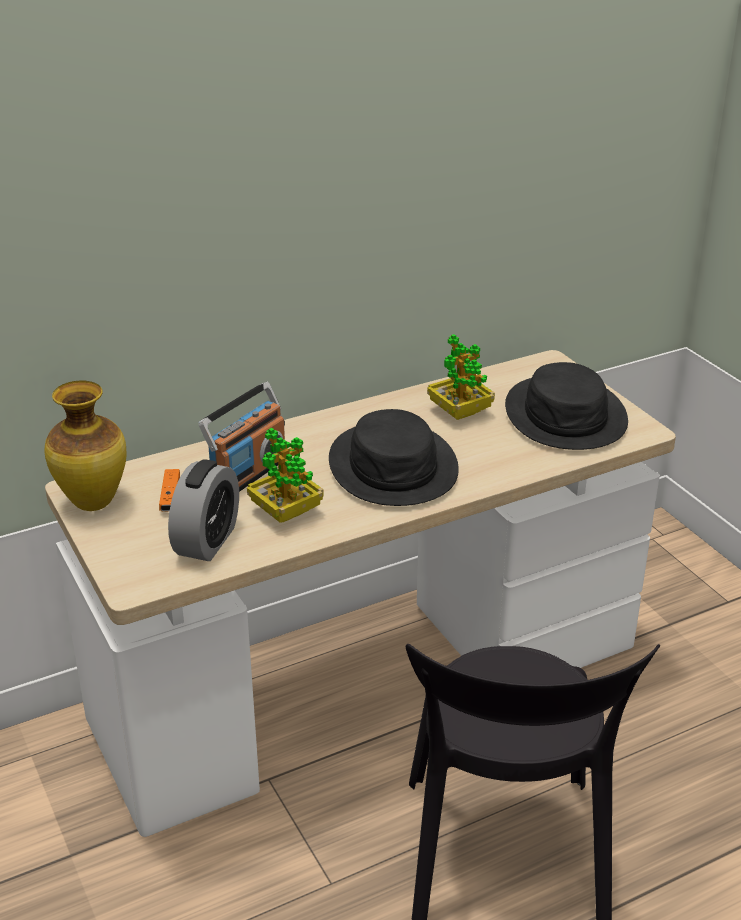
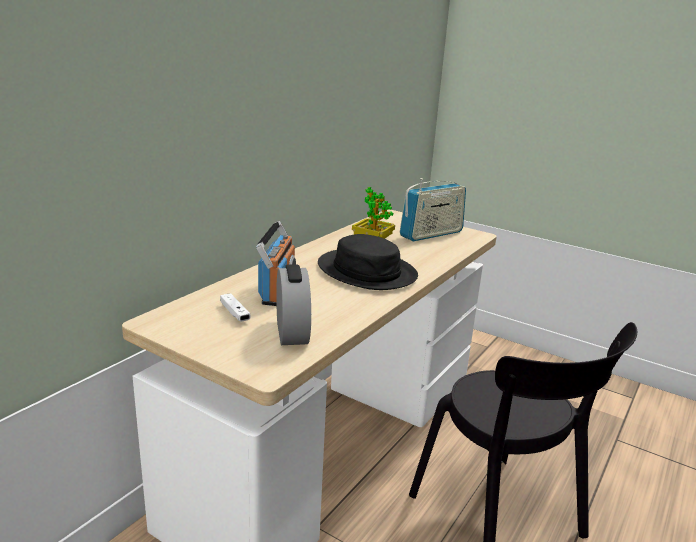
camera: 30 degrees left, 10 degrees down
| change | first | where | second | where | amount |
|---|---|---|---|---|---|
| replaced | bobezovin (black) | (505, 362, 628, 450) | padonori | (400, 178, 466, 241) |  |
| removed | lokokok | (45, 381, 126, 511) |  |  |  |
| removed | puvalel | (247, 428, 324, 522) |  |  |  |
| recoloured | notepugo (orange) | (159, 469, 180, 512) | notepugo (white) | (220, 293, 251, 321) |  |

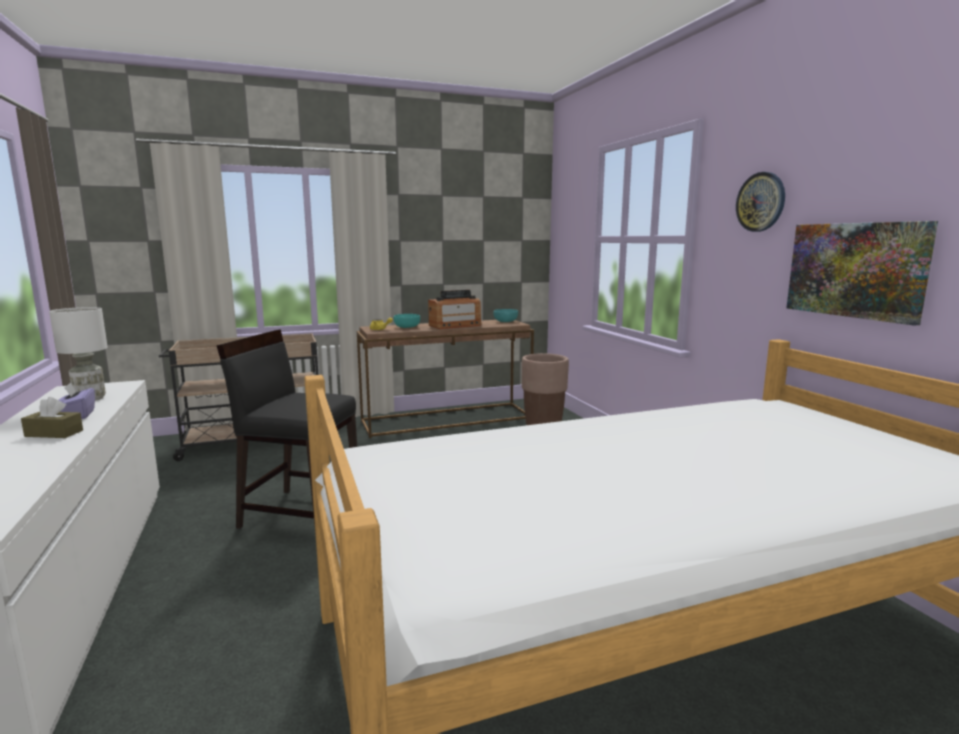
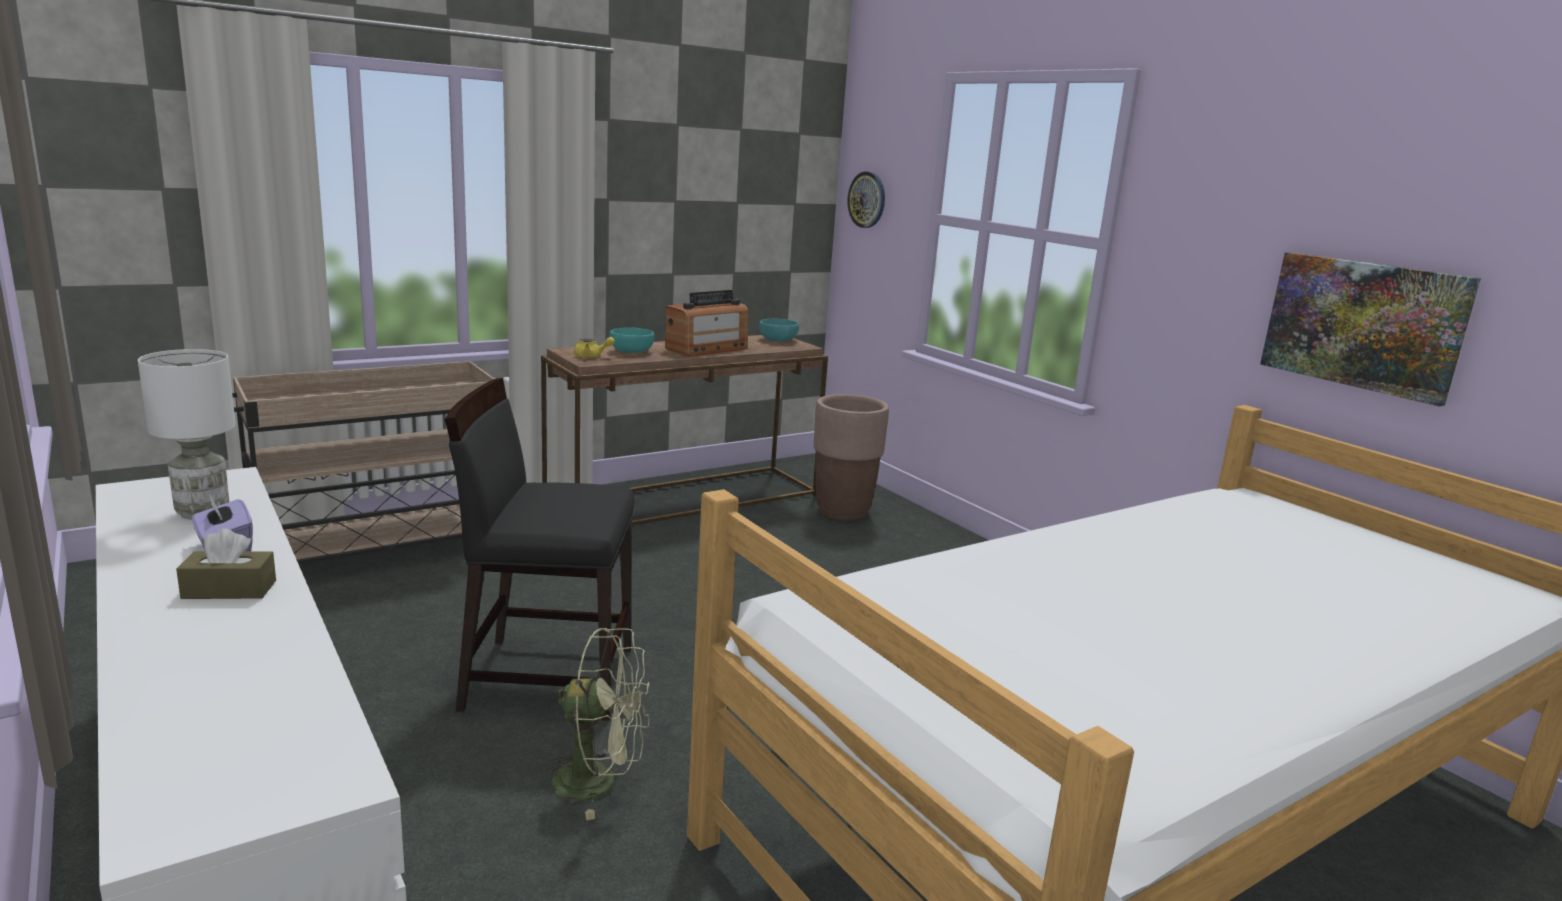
camera: 15 degrees left, 5 degrees up
| change | first | where | second | where | amount |
|---|---|---|---|---|---|
| moved | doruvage | (736, 172, 785, 232) |  | (847, 171, 885, 228) |  |
| added |  |  | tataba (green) | (541, 628, 650, 820) |  |

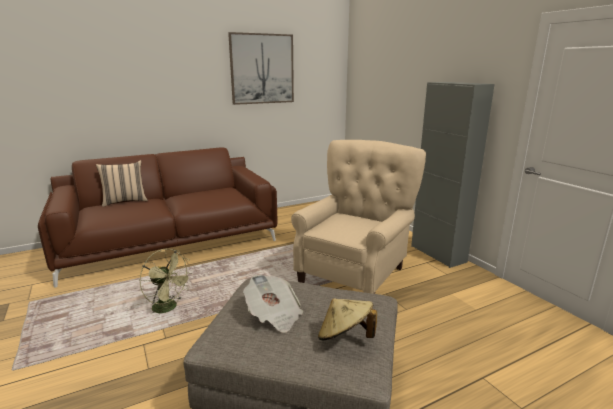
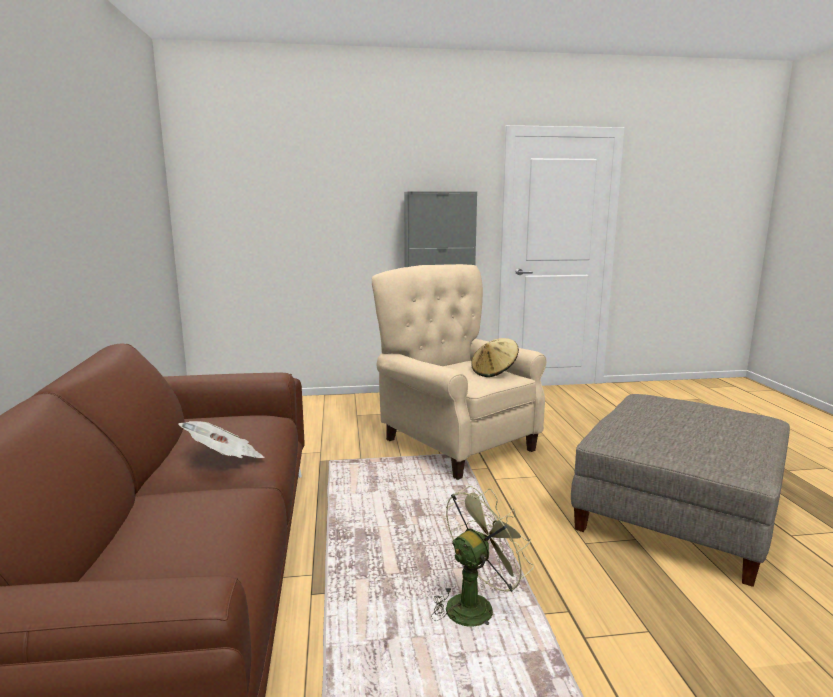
camera: 70 degrees left, 5 degrees down
| change | first | where | second | where | amount |
|---|---|---|---|---|---|
| removed | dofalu | (228, 32, 294, 105) |  |  |  |
| removed | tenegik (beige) | (96, 160, 148, 207) |  |  |  |
| moved | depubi | (243, 274, 303, 333) |  | (178, 421, 264, 458) |  |
| moved | bobezovin (beige) | (318, 298, 377, 341) |  | (471, 338, 519, 377) |  |

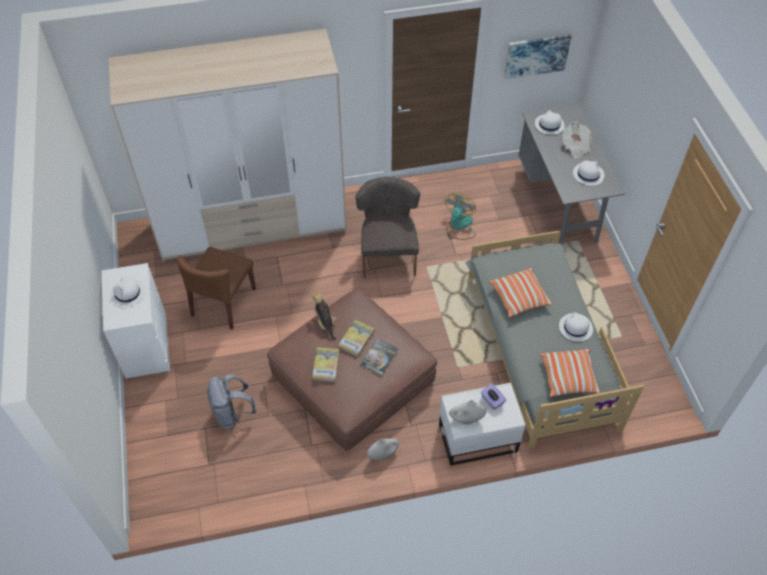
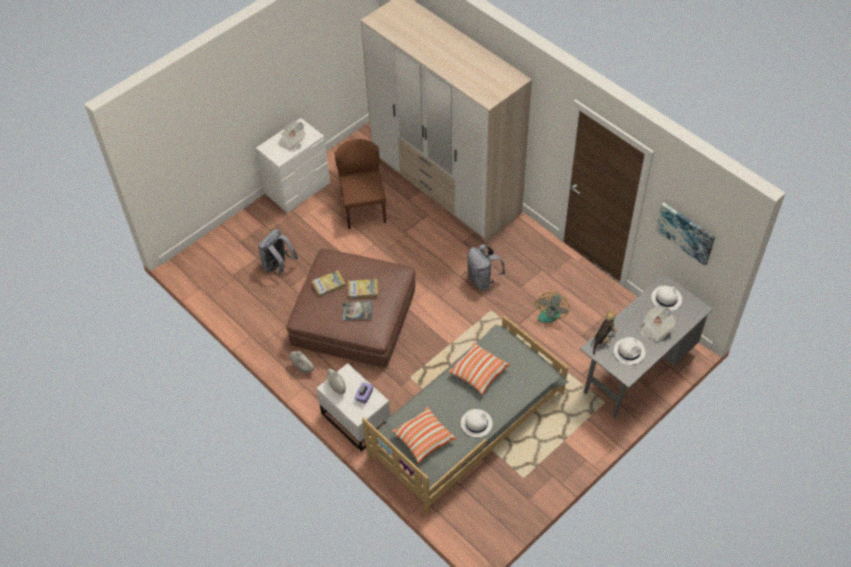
camera: 60 degrees right, 0 degrees up
| change | first | where | second | where | amount |
|---|---|---|---|---|---|
| replaced | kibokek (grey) | (355, 176, 420, 278) | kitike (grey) | (467, 244, 505, 290) |  |
| turned | tataba | (445, 193, 476, 240) |  | (535, 292, 569, 323) | 120 degrees clockwise |
| turned | kibokek (brown) | (177, 247, 256, 330) |  | (335, 139, 386, 229) | 90 degrees clockwise |
| replaced | bobezovin (white) | (110, 277, 145, 307) | depubi | (278, 121, 306, 151) |  |
| moved | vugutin | (312, 289, 337, 340) |  | (593, 311, 617, 354) |  |

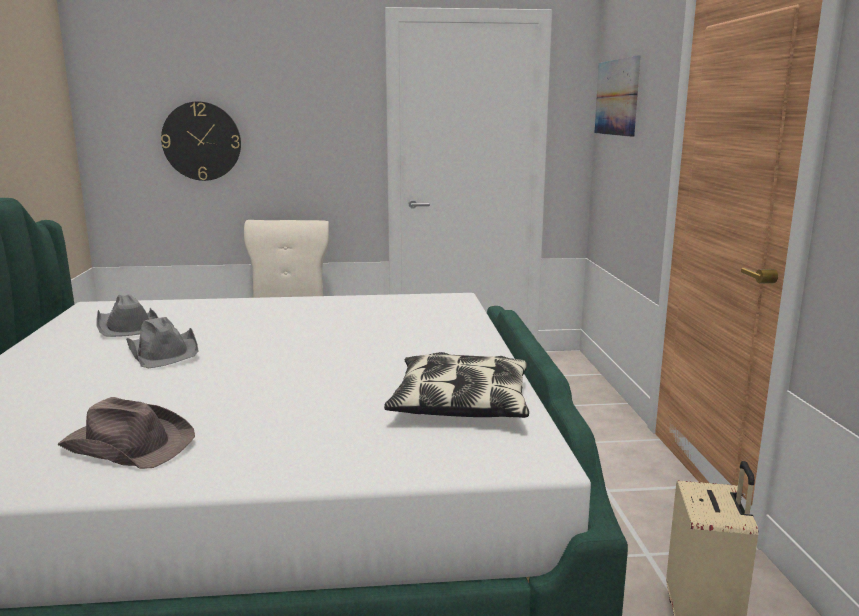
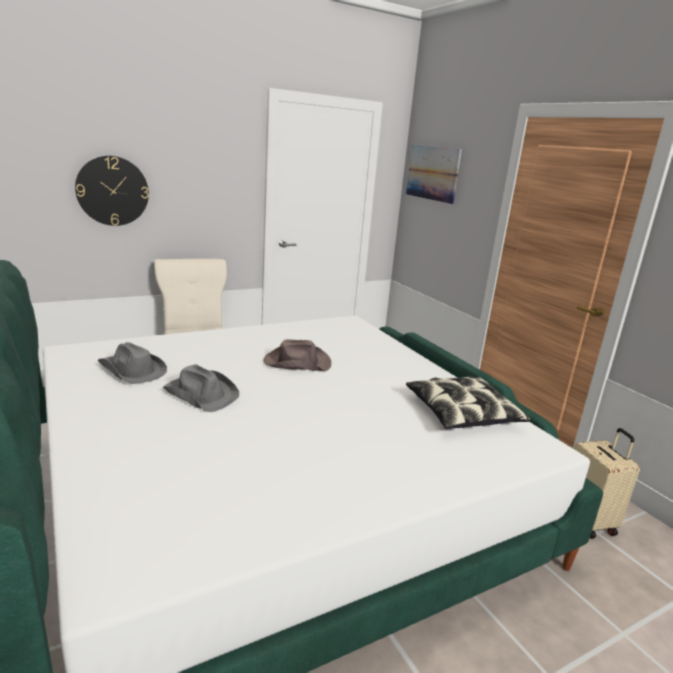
camera: 25 degrees left, 5 degrees up
| change | first | where | second | where | amount |
|---|---|---|---|---|---|
| moved | bobezovin (brown) | (57, 397, 195, 469) |  | (264, 339, 331, 371) |  |

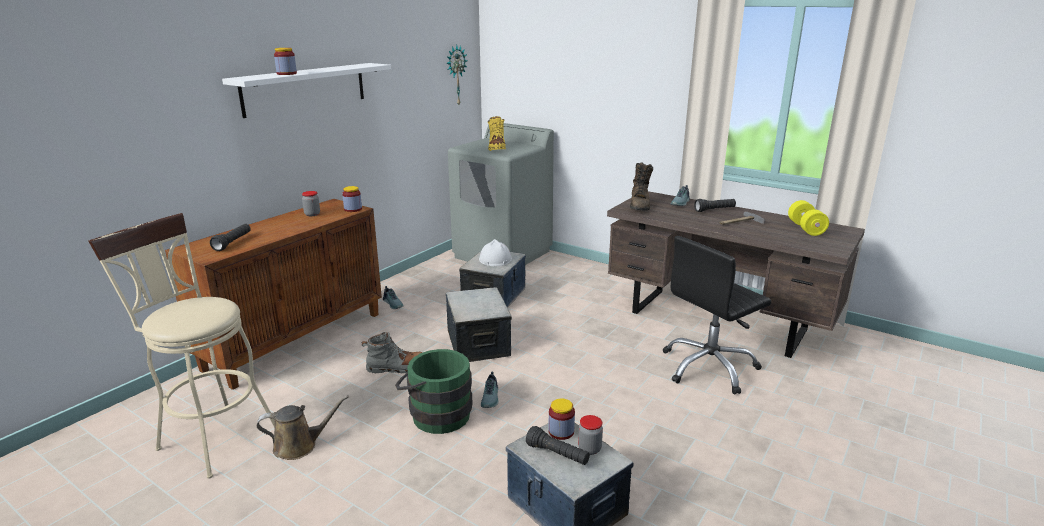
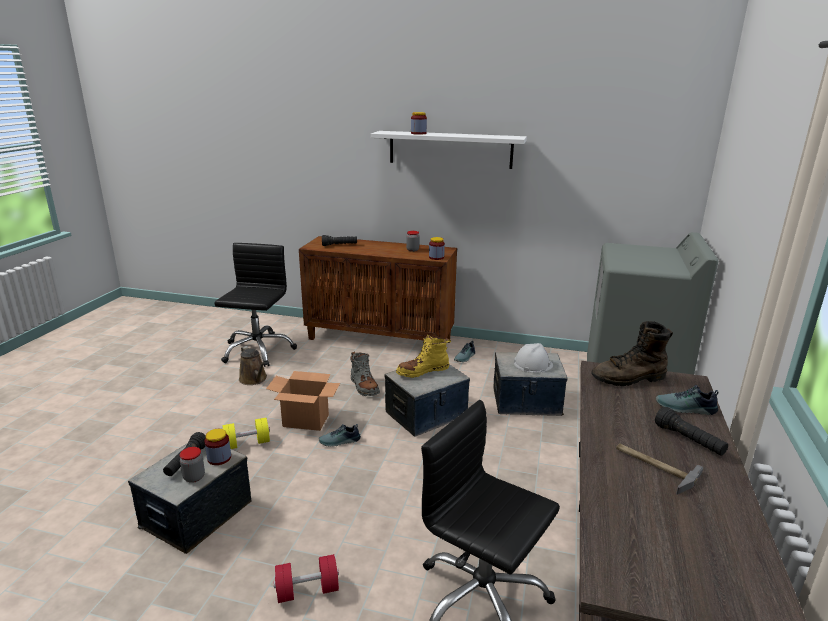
camera: 70 degrees right, 0 degrees up
| change | first | where | second | where | amount |
|---|---|---|---|---|---|
| removed | doruvage | (446, 45, 467, 105) |  |  |  |
| moved | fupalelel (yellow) | (488, 116, 506, 151) |  | (396, 335, 451, 378) |  |
| moved | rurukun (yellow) | (788, 200, 829, 236) |  | (223, 418, 270, 449) |  |
| replaced | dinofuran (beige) | (88, 213, 275, 479) | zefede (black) | (215, 243, 297, 367) |  |
| replaced | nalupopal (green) | (395, 349, 473, 434) | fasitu | (266, 371, 340, 431) |  |
| added |  |  | rurukun (red) | (273, 554, 339, 603) |  |

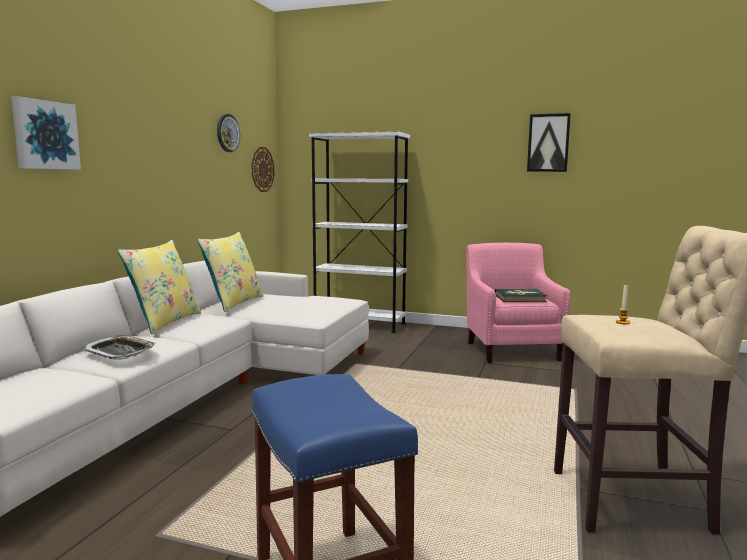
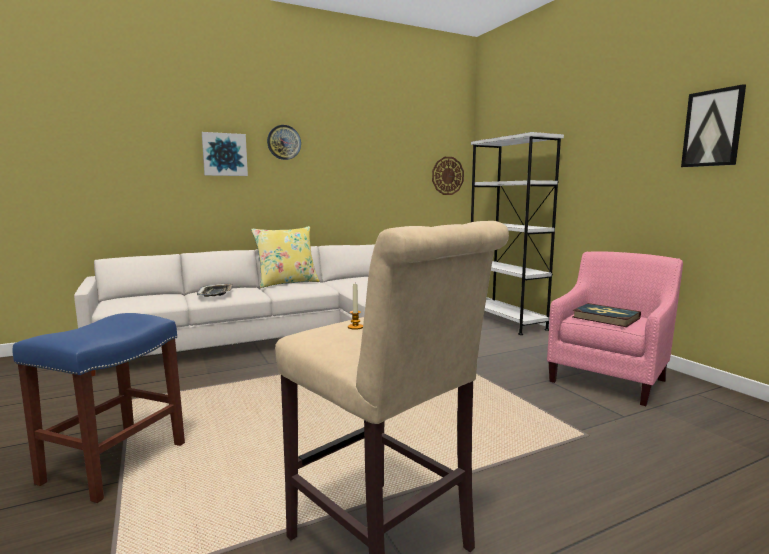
camera: 45 degrees right, 0 degrees up
| change | first | where | second | where | amount |
|---|---|---|---|---|---|
| moved | doruvage | (217, 114, 240, 152) |  | (267, 125, 301, 160) |  |
| removed | tenegik (yellow) | (197, 232, 263, 312) |  |  |  |

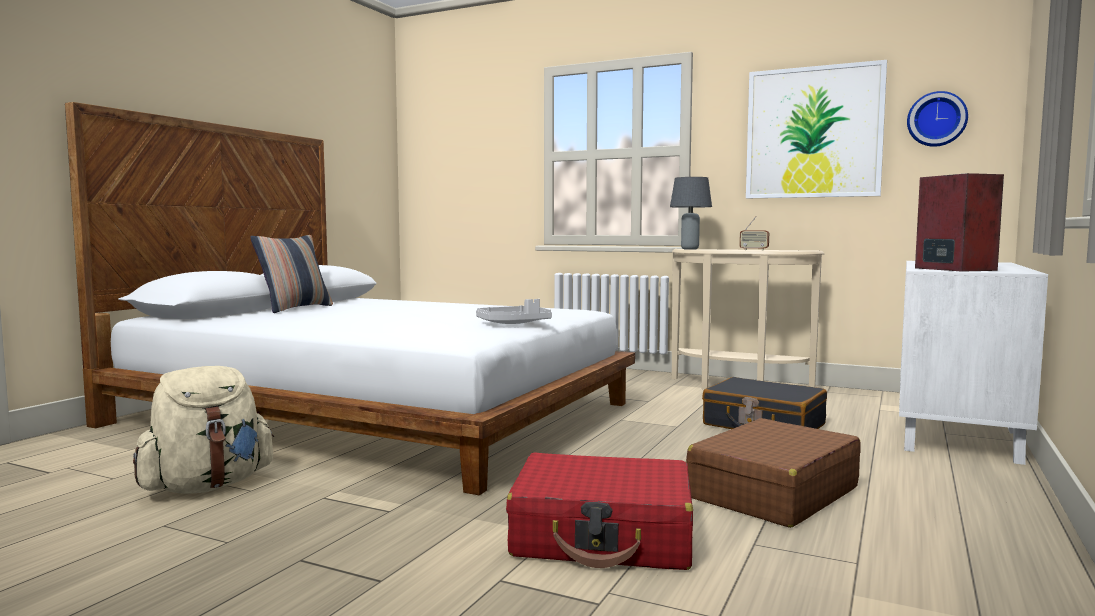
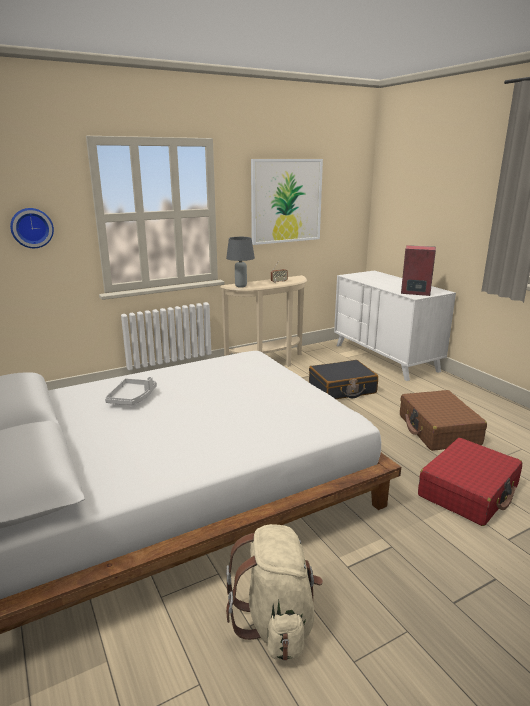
camera: 55 degrees left, 15 degrees up
| change | first | where | second | where | amount |
|---|---|---|---|---|---|
| moved | doruvage | (907, 91, 968, 147) |  | (10, 208, 54, 248) |  |
| removed | tenegik | (251, 235, 333, 313) |  |  |  |
| moved | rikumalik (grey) | (476, 299, 552, 324) |  | (105, 377, 157, 405) |  |

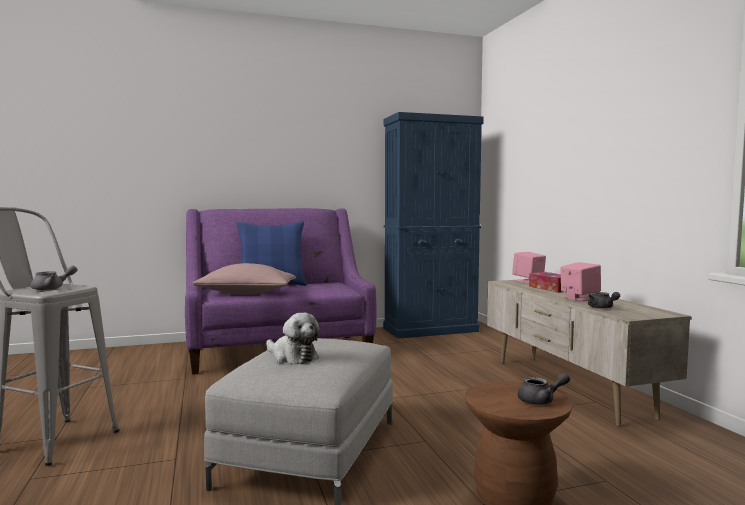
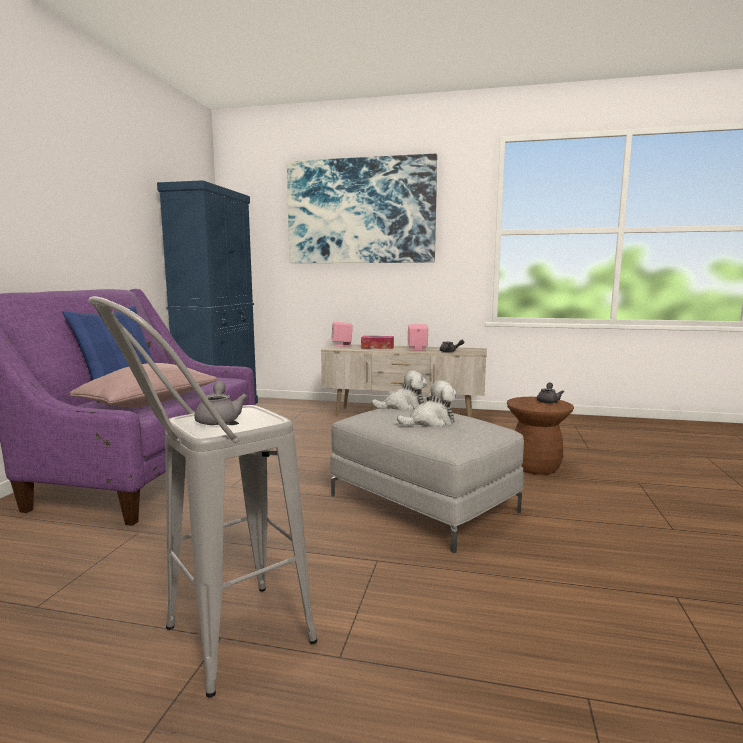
camera: 60 degrees left, 5 degrees up
| change | first | where | second | where | amount |
|---|---|---|---|---|---|
| added |  |  | dofalu | (287, 154, 437, 263) |  |
| added |  |  | vugutin | (372, 370, 428, 410) |  |

